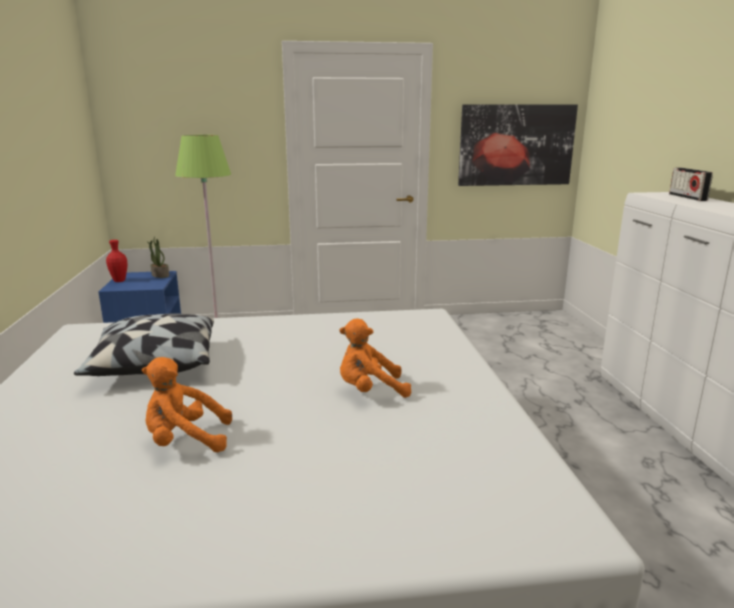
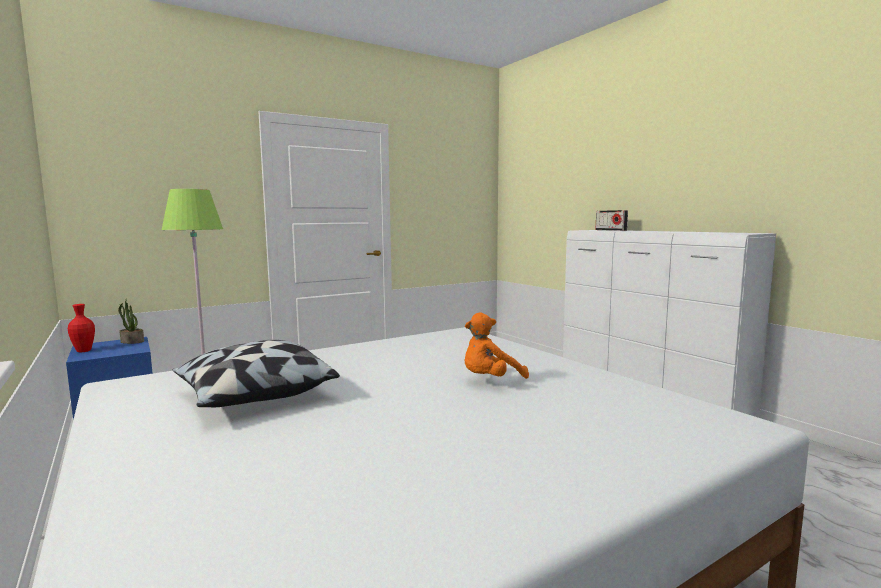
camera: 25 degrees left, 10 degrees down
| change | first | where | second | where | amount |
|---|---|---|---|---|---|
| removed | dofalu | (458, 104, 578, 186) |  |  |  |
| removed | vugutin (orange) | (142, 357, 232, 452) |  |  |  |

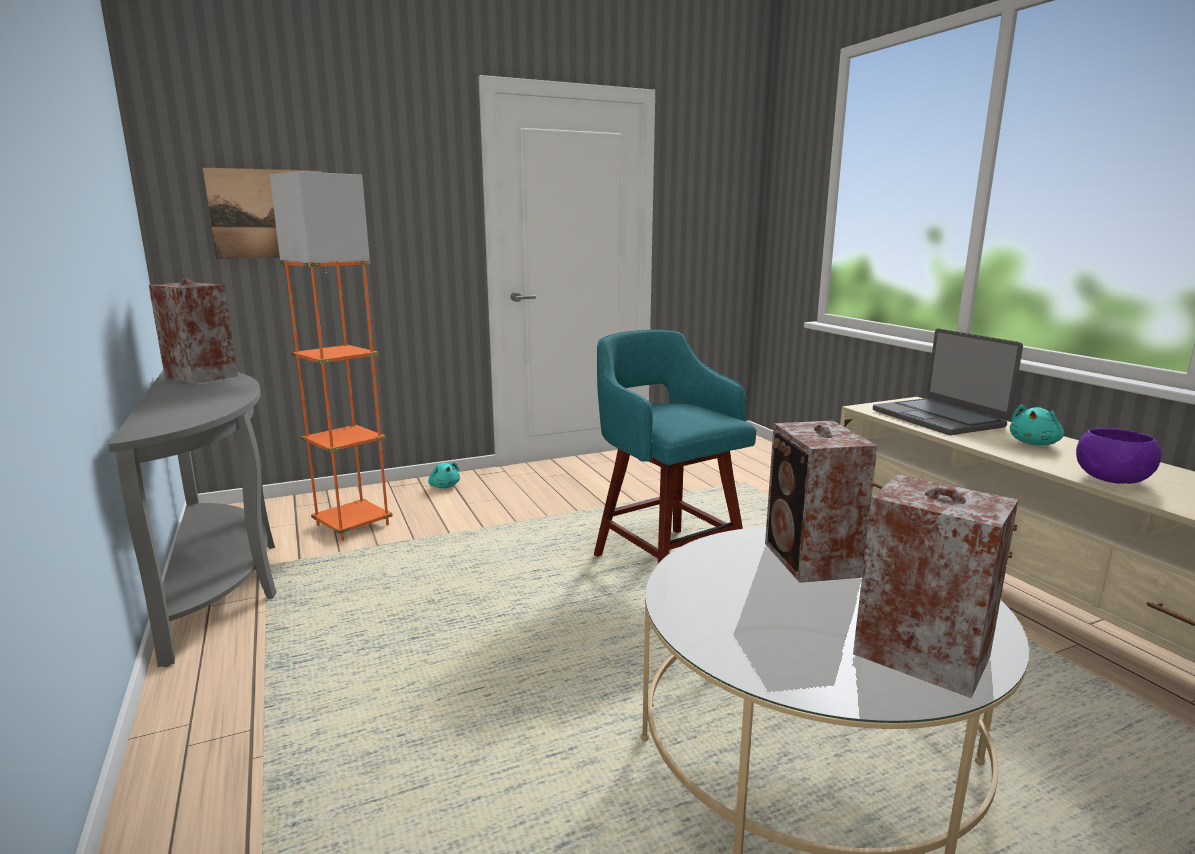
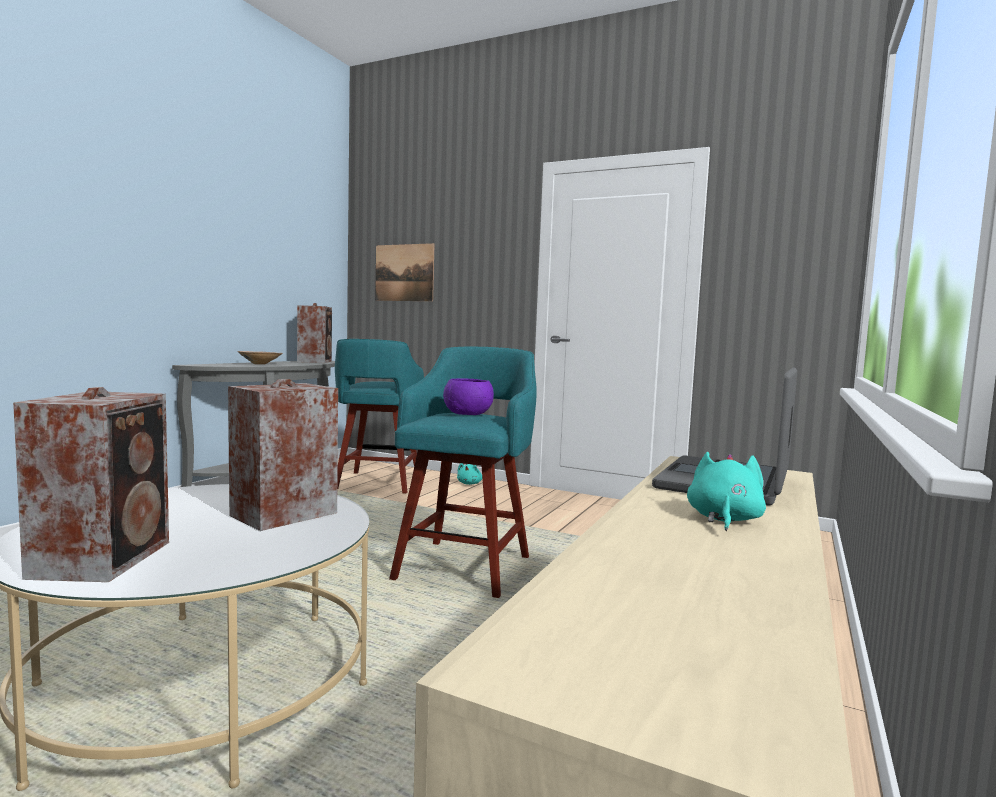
camera: 50 degrees right, 10 degrees down
| change | first | where | second | where | amount |
|---|---|---|---|---|---|
| replaced | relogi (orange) | (270, 171, 393, 541) | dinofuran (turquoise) | (335, 339, 424, 494) |  |
| turned | vugutin (turquoise) | (1010, 404, 1064, 445) |  | (687, 452, 766, 531) | 105 degrees clockwise |
| moved | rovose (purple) | (1076, 428, 1161, 484) |  | (443, 378, 494, 415) |  |
| added |  |  | rovose (beige) | (237, 351, 283, 365) |  |

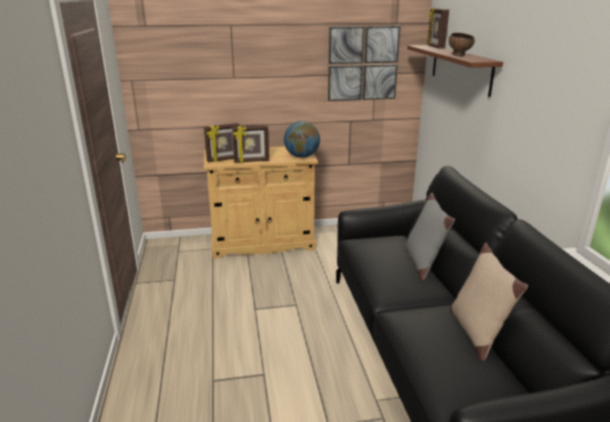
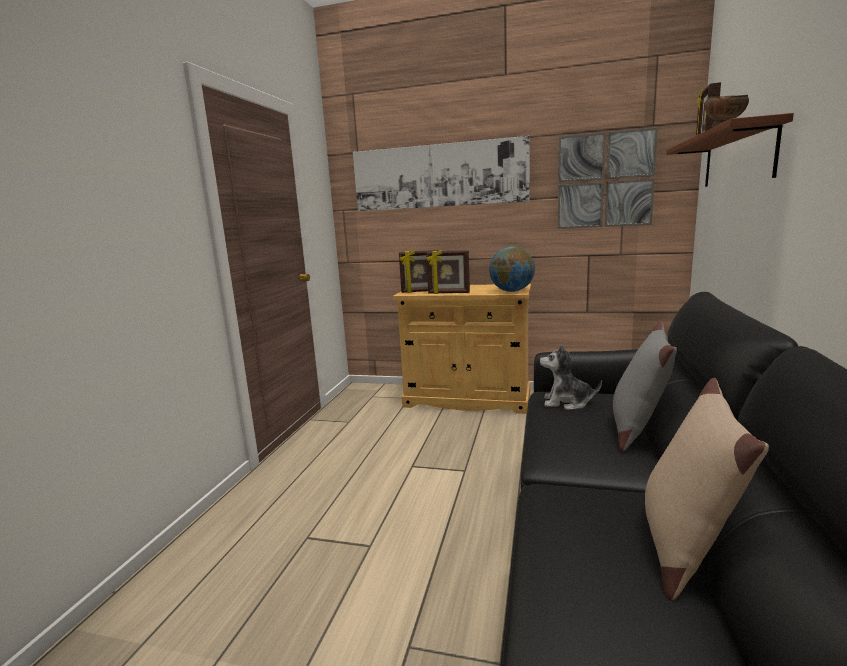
camera: 25 degrees right, 10 degrees down
| change | first | where | second | where | amount |
|---|---|---|---|---|---|
| added |  |  | dofalu | (353, 136, 530, 211) |  |
| added |  |  | vugutin | (540, 344, 602, 410) |  |

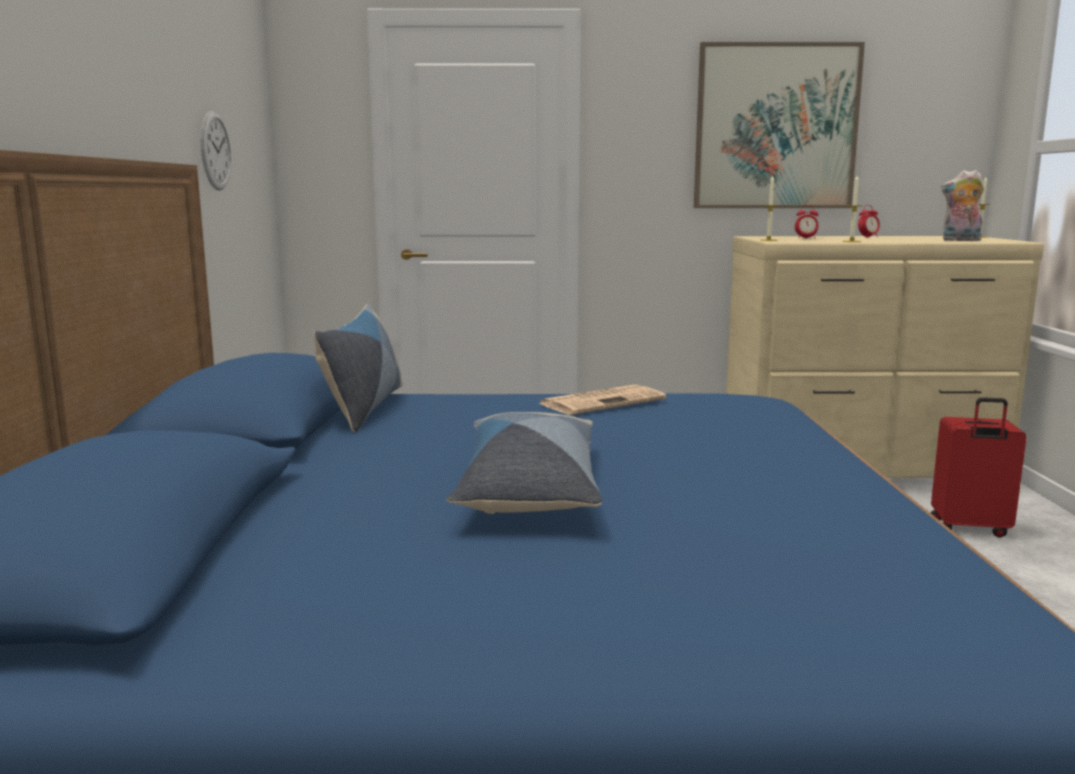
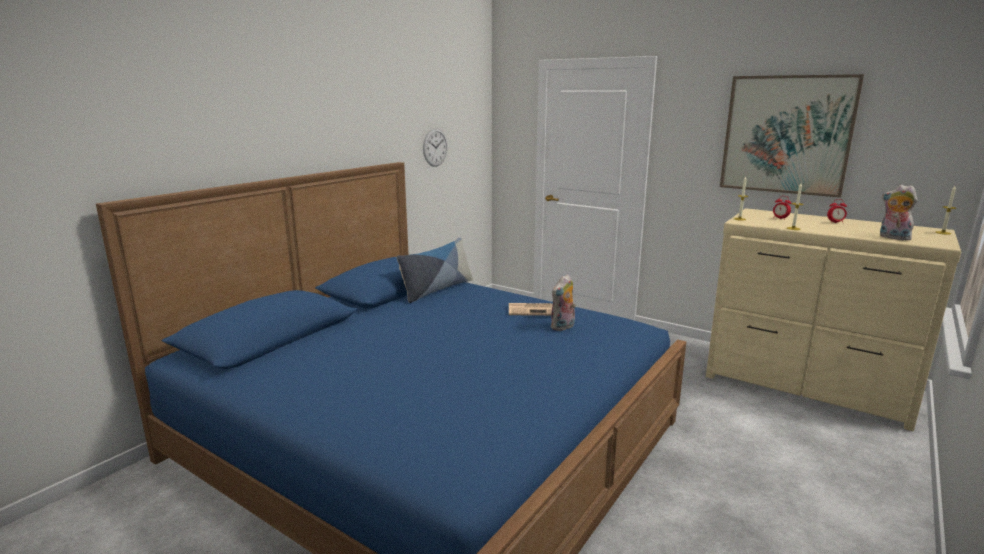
camera: 35 degrees right, 5 degrees up
| change | first | where | second | where | amount |
|---|---|---|---|---|---|
| removed | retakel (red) | (930, 397, 1027, 538) |  |  |  |
| removed | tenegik | (446, 412, 602, 514) |  |  |  |
| added |  |  | vugutin | (550, 274, 576, 331) |  |

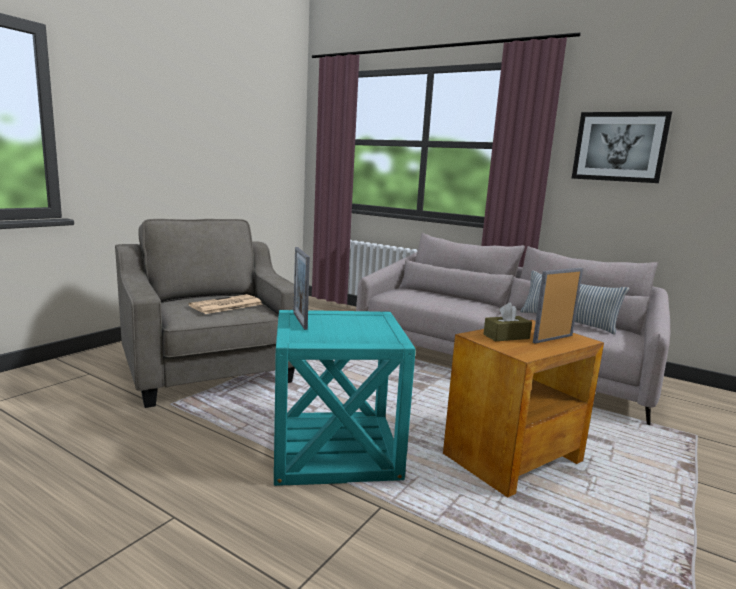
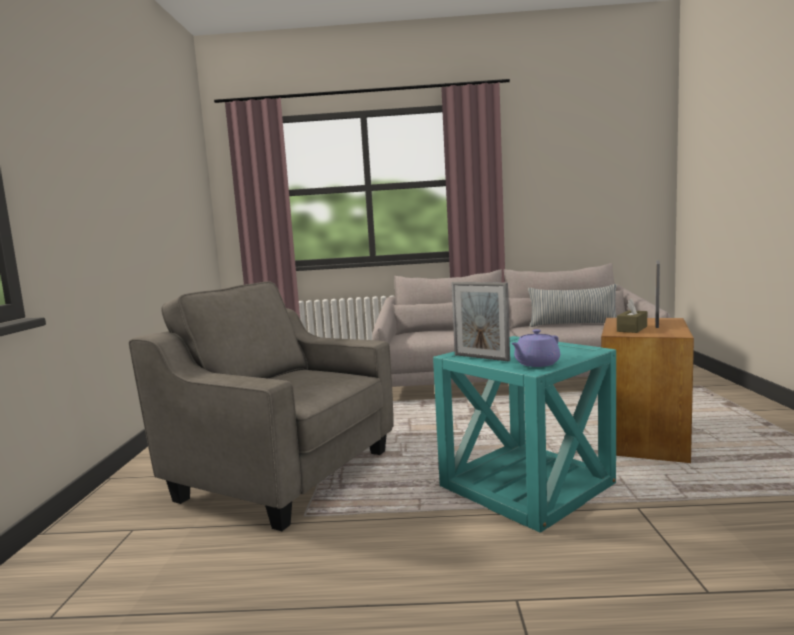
camera: 30 degrees left, 5 degrees down
| change | first | where | second | where | amount |
|---|---|---|---|---|---|
| removed | dofalu | (572, 111, 672, 183) |  |  |  |
| removed | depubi | (189, 294, 263, 314) |  |  |  |
| added |  |  | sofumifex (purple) | (511, 329, 560, 367) |  |

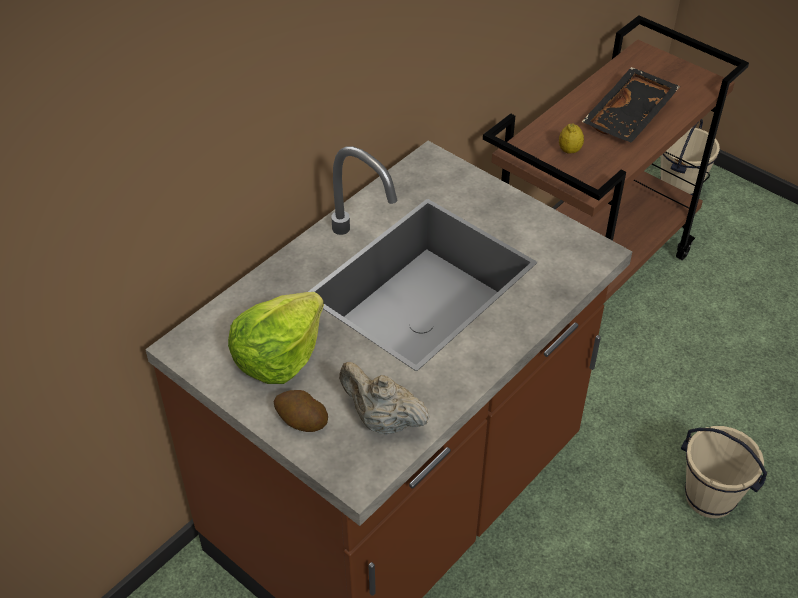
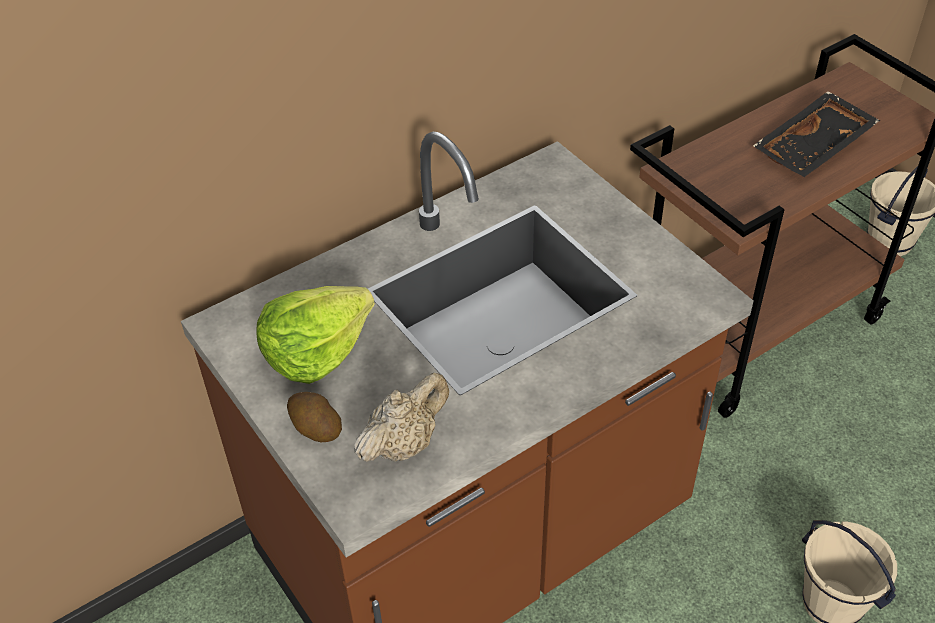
camera: 15 degrees right, 0 degrees up
| change | first | where | second | where | amount |
|---|---|---|---|---|---|
| removed | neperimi | (559, 123, 584, 154) |  |  |  |
| turned | sofumifex (beige) | (339, 362, 430, 435) |  | (354, 373, 449, 462) | 90 degrees clockwise |

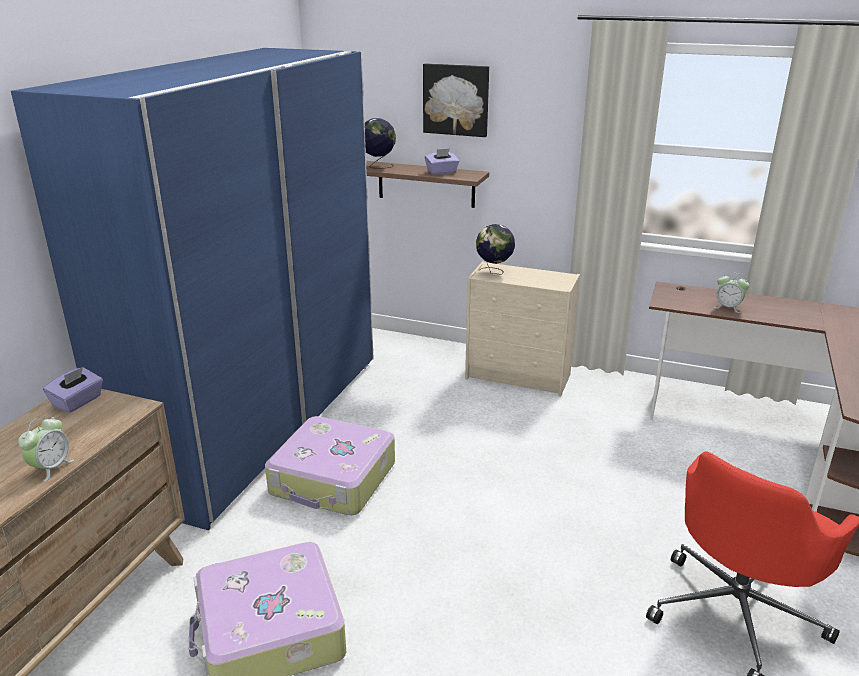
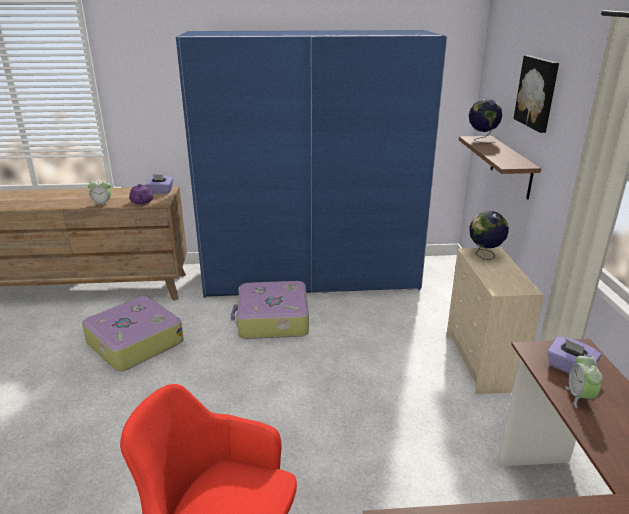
camera: 65 degrees right, 0 degrees up
| change | first | where | second | where | amount |
|---|---|---|---|---|---|
| moved | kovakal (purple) | (425, 149, 459, 175) |  | (547, 336, 601, 374) |  |
| added |  |  | sofumifex (purple) | (129, 184, 154, 204) |  |

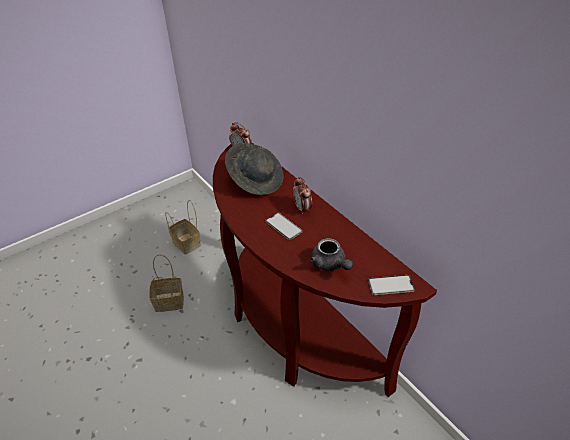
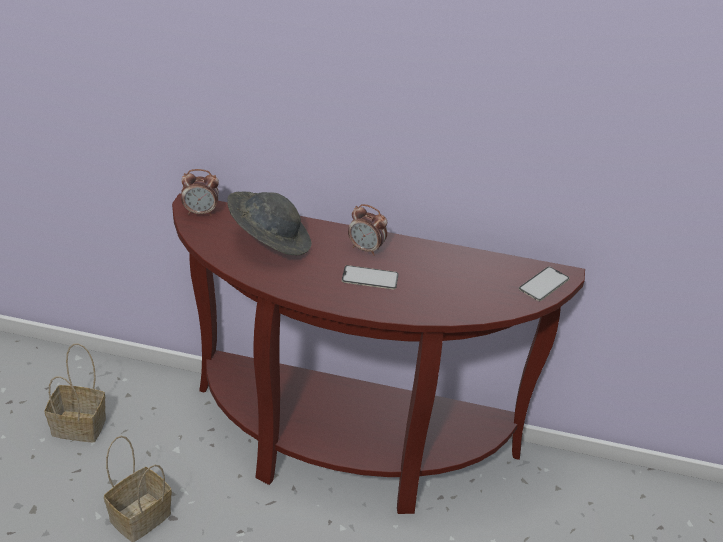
camera: 45 degrees left, 5 degrees down
| change | first | where | second | where | amount |
|---|---|---|---|---|---|
| removed | sofumifex (grey) | (310, 238, 353, 271) |  |  |  |

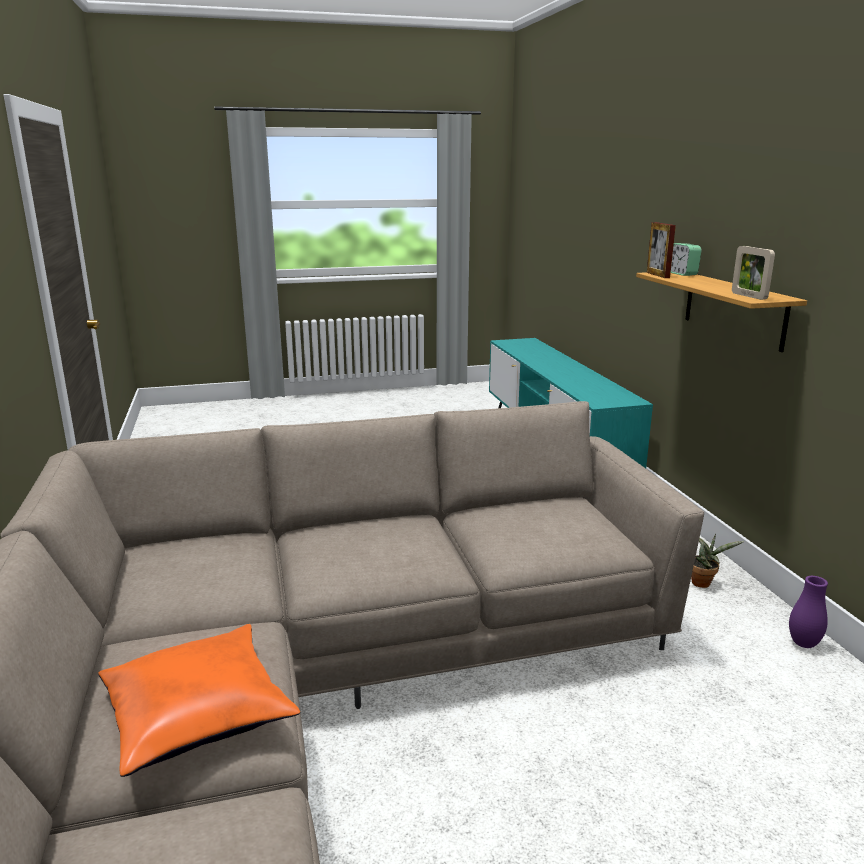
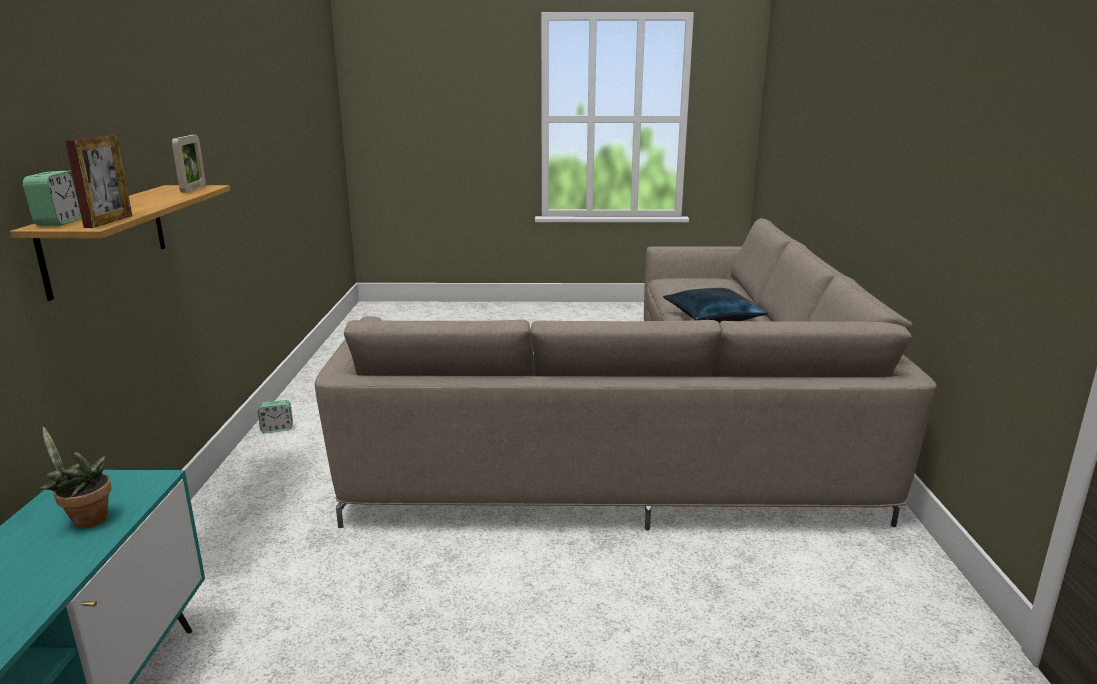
camera: 165 degrees left, 0 degrees up
| change | first | where | second | where | amount |
|---|---|---|---|---|---|
| moved | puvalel | (691, 534, 744, 588) |  | (40, 427, 111, 528) |  |
| replaced | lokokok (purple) | (789, 576, 828, 648) | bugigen | (258, 400, 293, 433) |  |
| recoloured | tenegik (orange) | (98, 624, 300, 777) | tenegik (blue) | (663, 288, 768, 323) |  |

